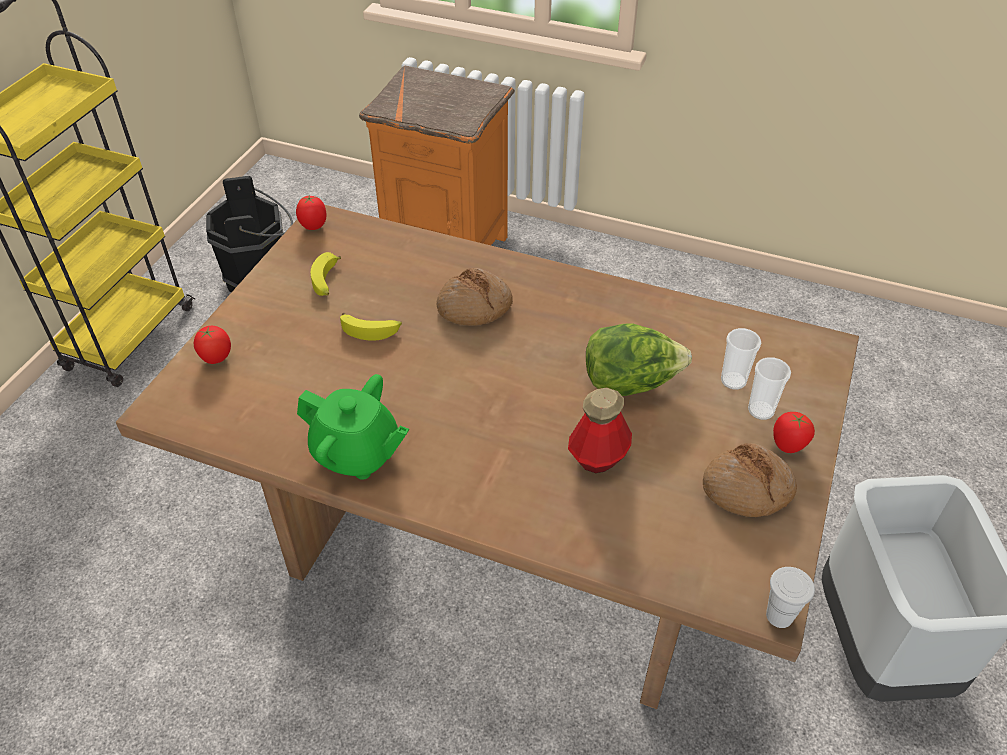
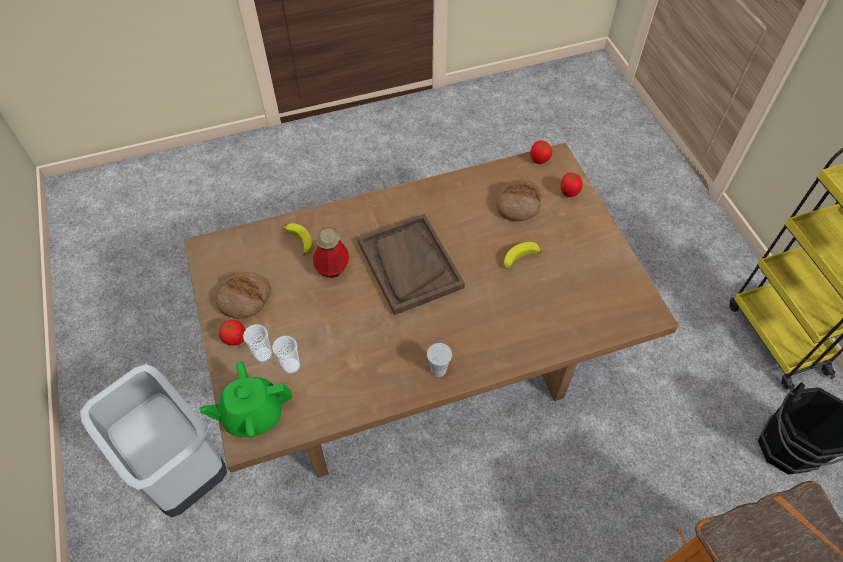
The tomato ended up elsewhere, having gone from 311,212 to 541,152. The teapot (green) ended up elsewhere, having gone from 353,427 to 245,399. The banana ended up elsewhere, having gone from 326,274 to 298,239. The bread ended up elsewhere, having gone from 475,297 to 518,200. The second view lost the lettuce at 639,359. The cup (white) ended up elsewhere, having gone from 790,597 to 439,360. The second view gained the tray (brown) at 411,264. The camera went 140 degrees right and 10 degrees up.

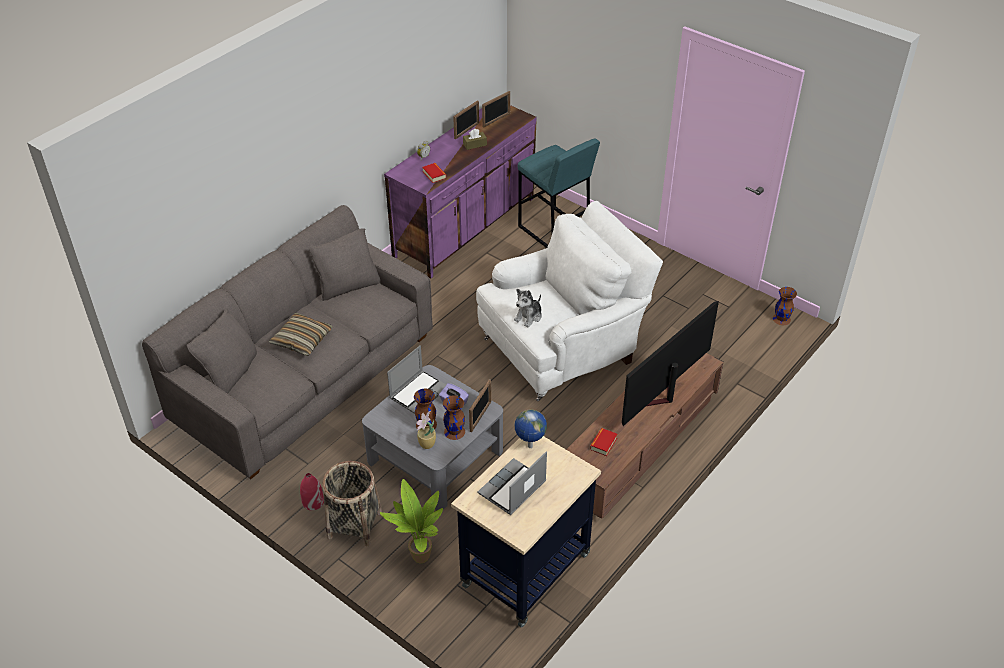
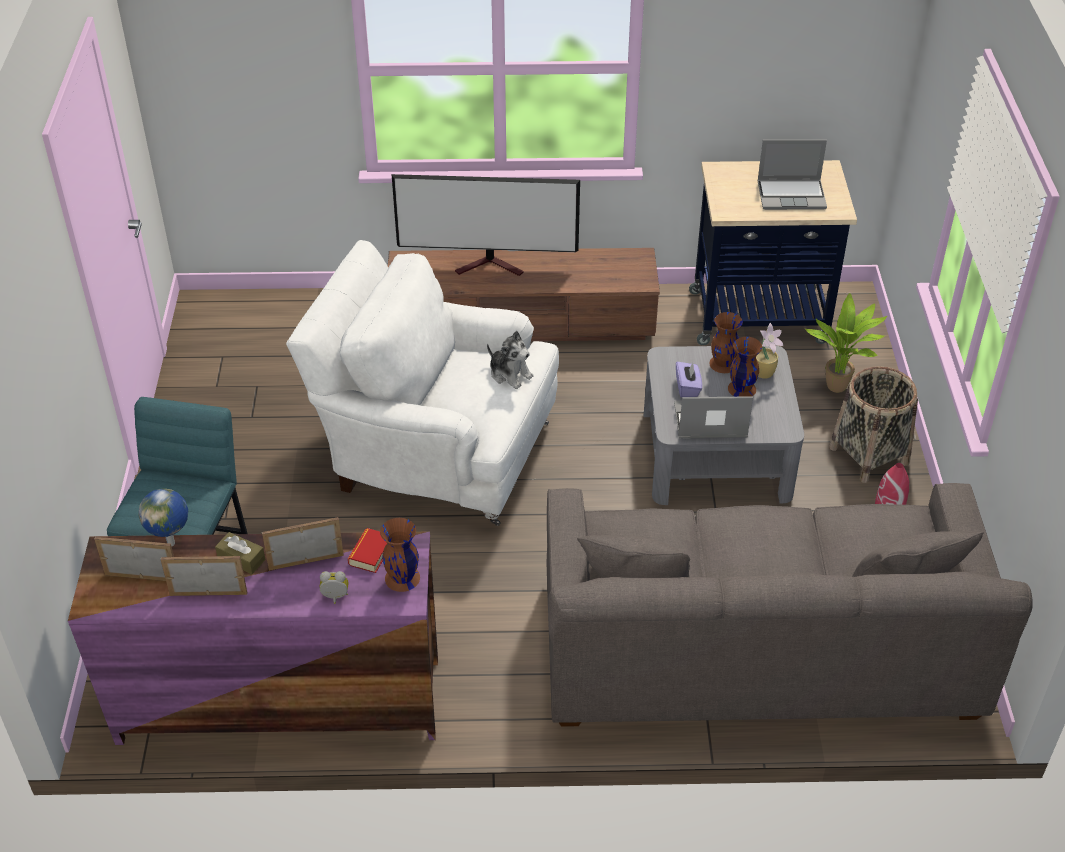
The second view lost the pillow at 301,334. The picture frame ended up elsewhere, having gone from 480,405 to 303,544. The plush toy at 528,308 ended up facing another way, 45 degrees clockwise from before. The globe ended up elsewhere, having gone from 531,429 to 163,517. The second view lost the book at 604,442. The vase (brown) ended up elsewhere, having gone from 785,306 to 400,555. The camera went 130 degrees left and 0 degrees up.

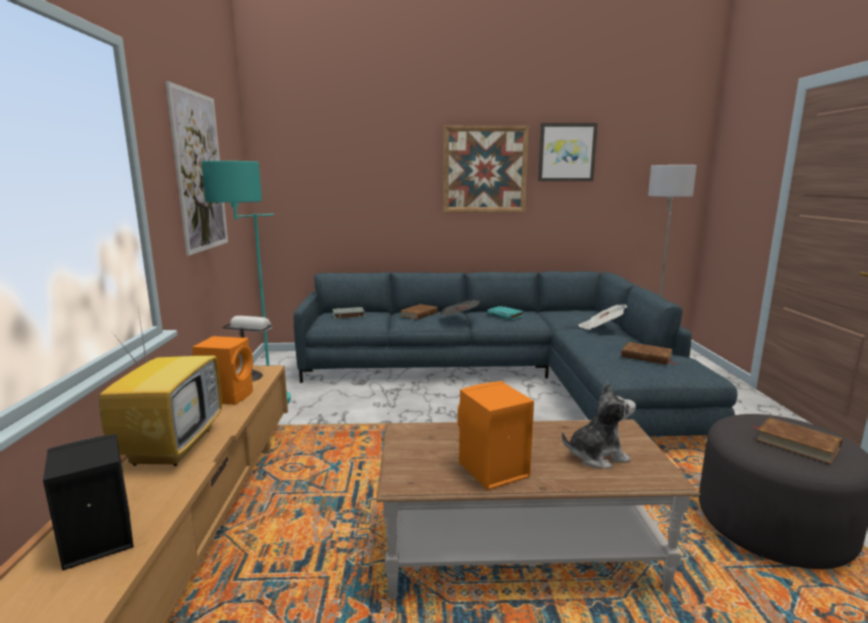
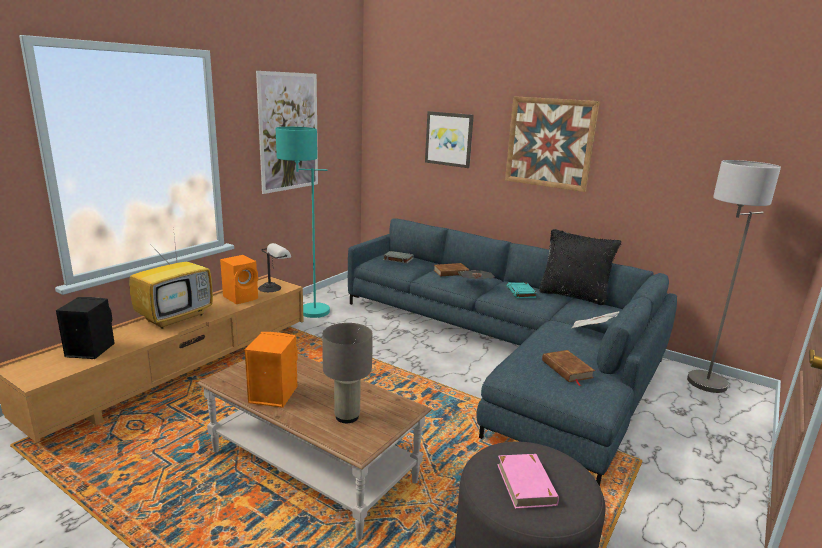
The picture ended up elsewhere, having gone from 568,152 to 449,139. Where the plush toy stood at 599,425, the table lamp (grey) came to stand at 347,373. What was the book (brown) at 798,440 turned into the book (pink) at 528,481. The second view gained the pillow (black) at 580,267. The camera went 35 degrees right and 5 degrees up.

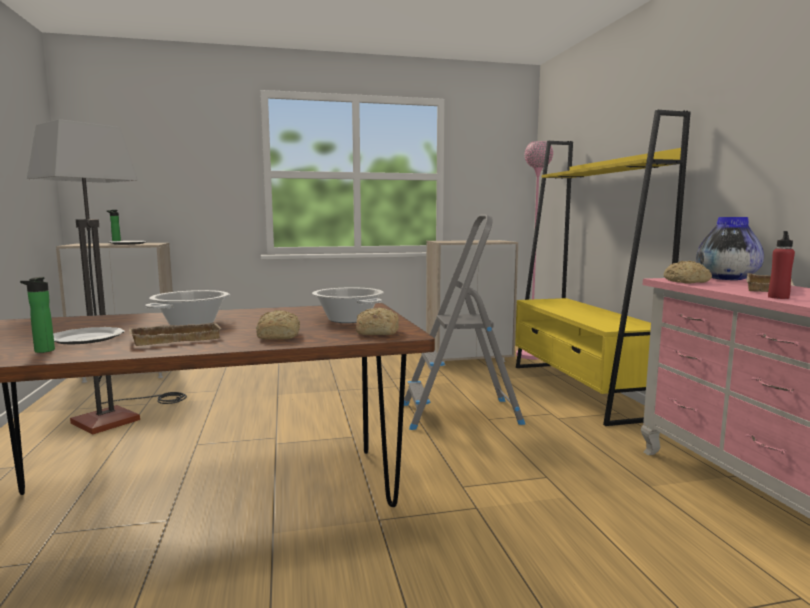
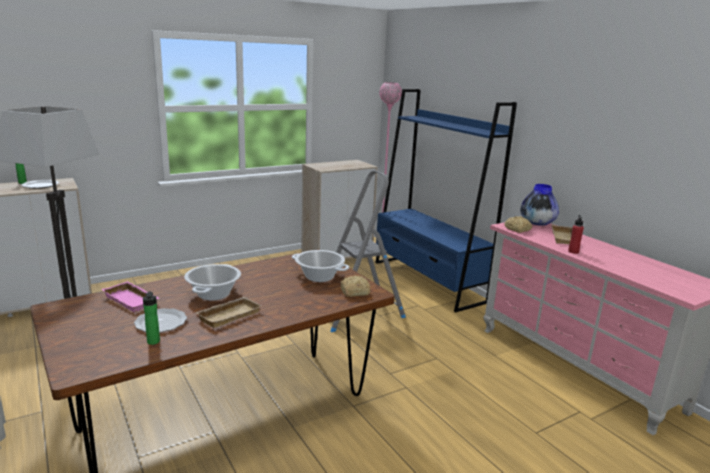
The second view lost the bread at 278,324. What was the bookcase (yellow) at 603,268 turned into the bookcase (blue) at 446,201. The second view gained the tray (pink) at 130,296. The camera went 20 degrees left and 10 degrees up.

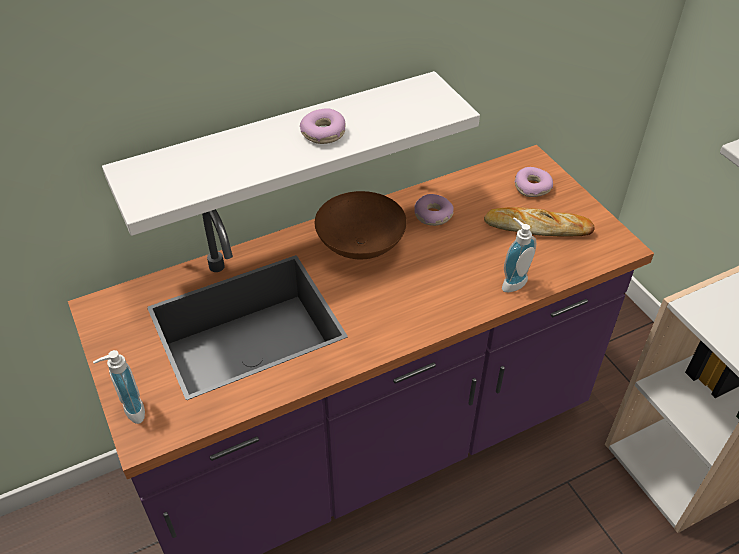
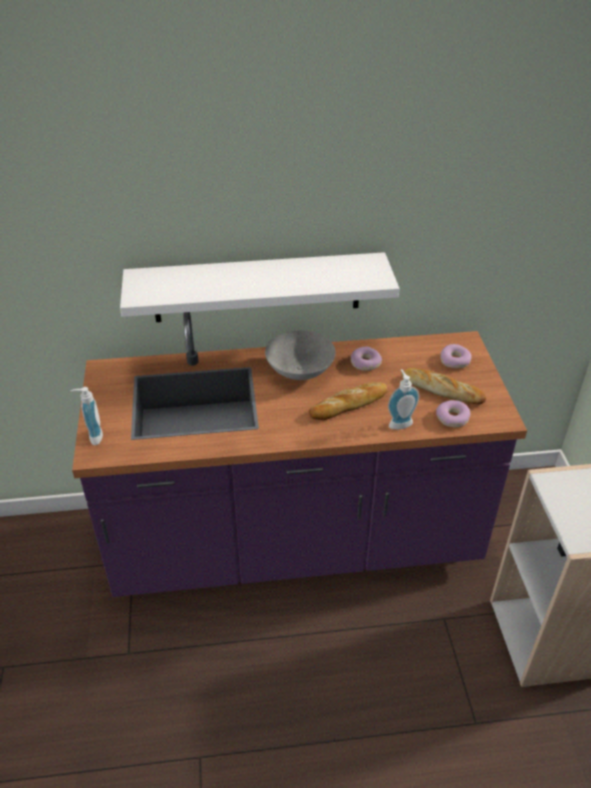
The donut ended up elsewhere, having gone from 323,126 to 453,413. What was the bowl (brown) at 361,225 turned into the bowl (grey) at 300,355. The second view gained the bread at 348,401. The camera went 20 degrees right and 5 degrees down.

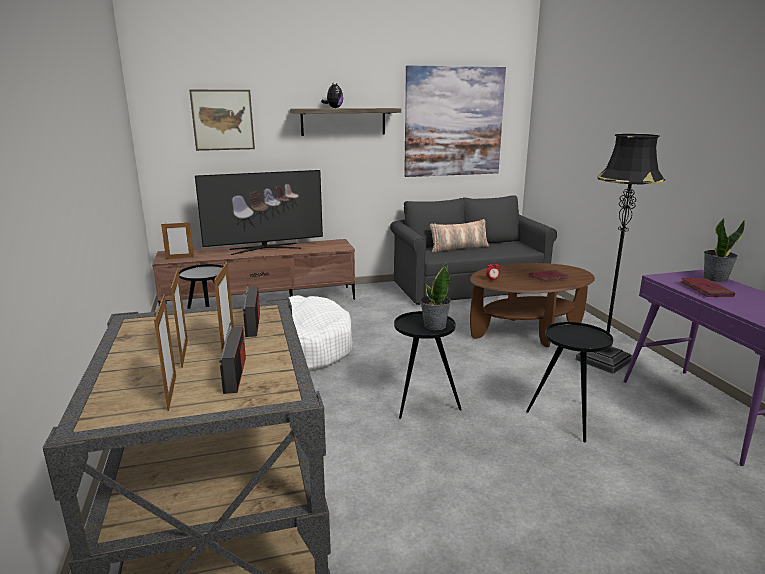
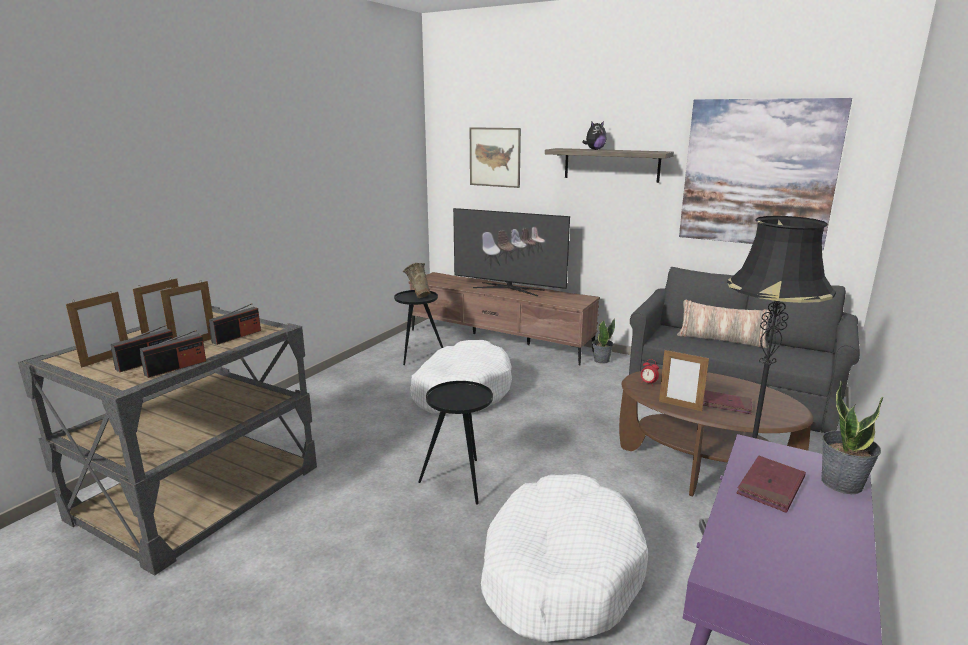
The picture frame ended up elsewhere, having gone from 177,240 to 684,380. The potted plant ended up elsewhere, having gone from 435,295 to 603,341. Where the side table (black) stood at 569,382, the dog bed (white) came to stand at 564,558. The second view gained the radio at 173,354. The second view gained the vase (beige) at 416,280. The camera went 45 degrees right and 0 degrees up.

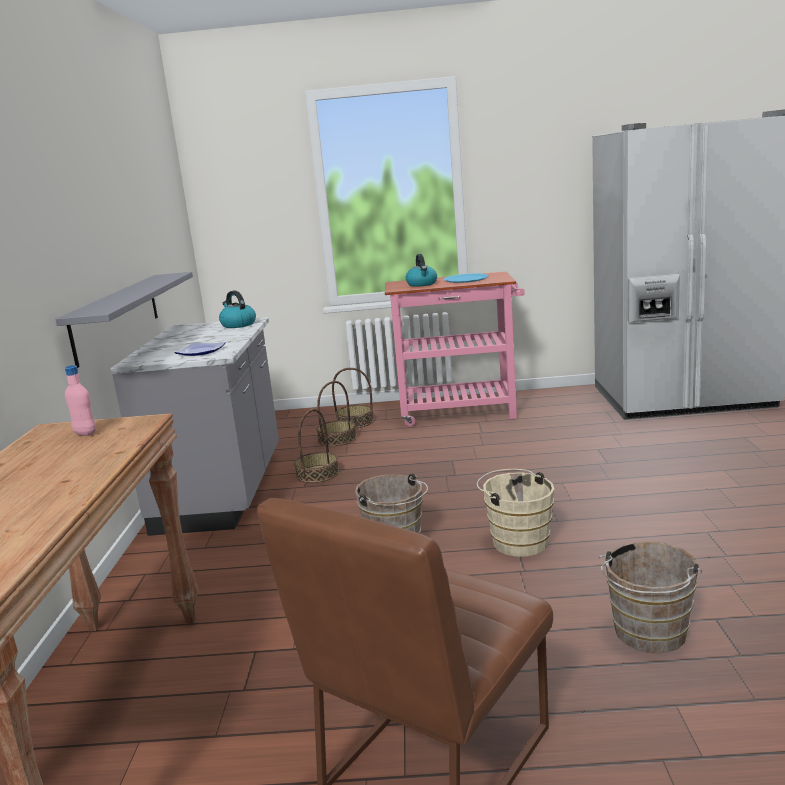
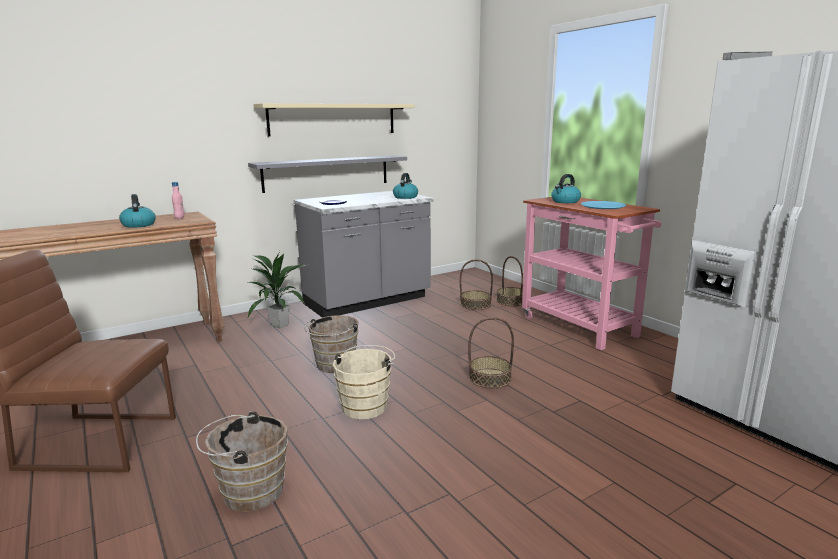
The basket ended up elsewhere, having gone from 316,446 to 491,352. The second view gained the kettle at 137,211. The second view gained the potted plant at 276,289. The second view gained the shelf (beige) at 334,119. The camera went 55 degrees right and 0 degrees up.

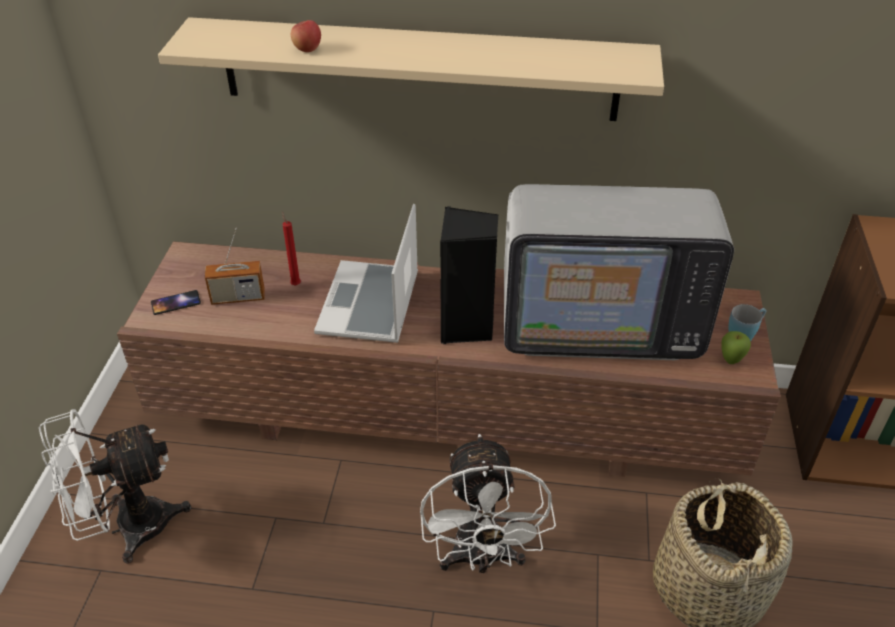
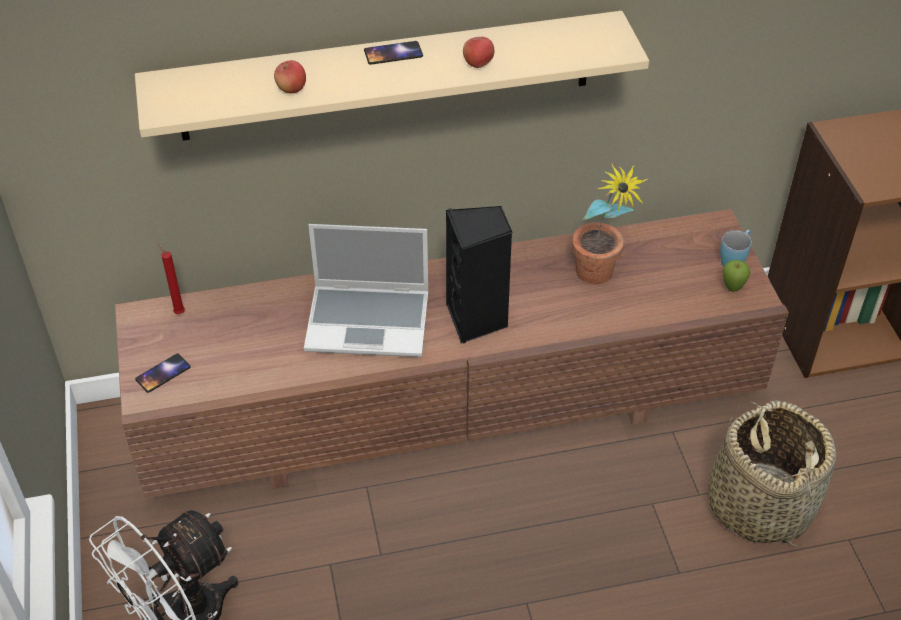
The second view lost the radio at 235,266. The candle (red) ended up elsewhere, having gone from 291,248 to 171,278. The laptop at 366,273 ended up facing another way, 75 degrees counterclockwise from before. The second view lost the fan (white) at 488,503. Where the television stood at 619,272, the potted plant came to stand at 609,223. The second view gained the phone at 393,53. The second view gained the apple at 478,52. The camera went 20 degrees left and 5 degrees up.

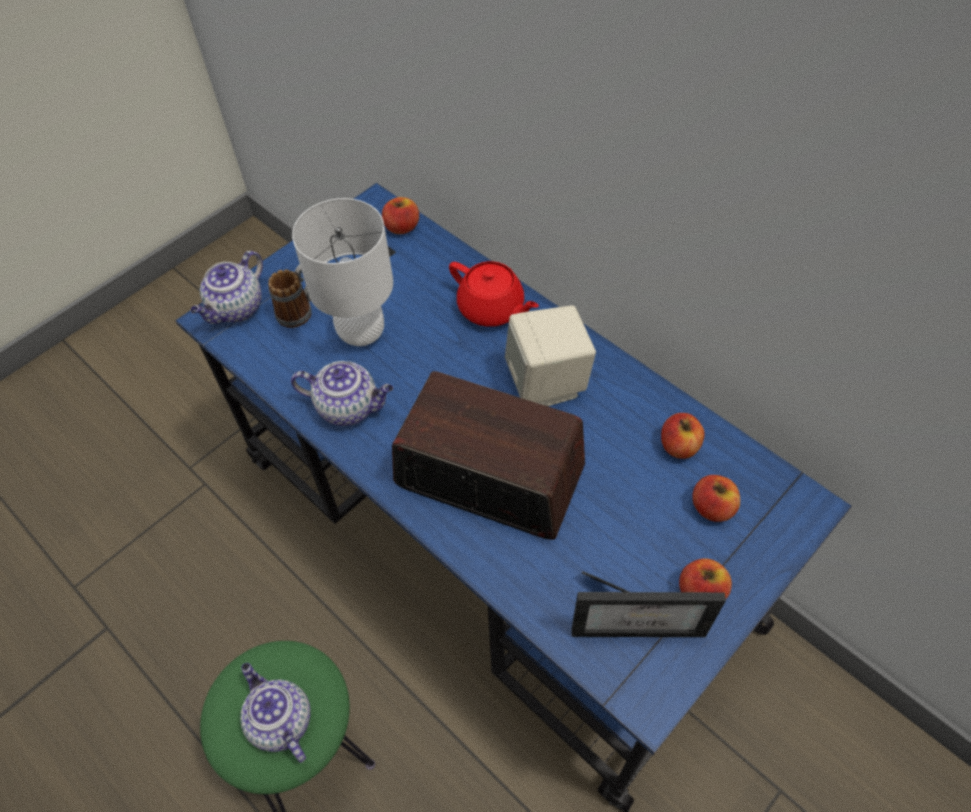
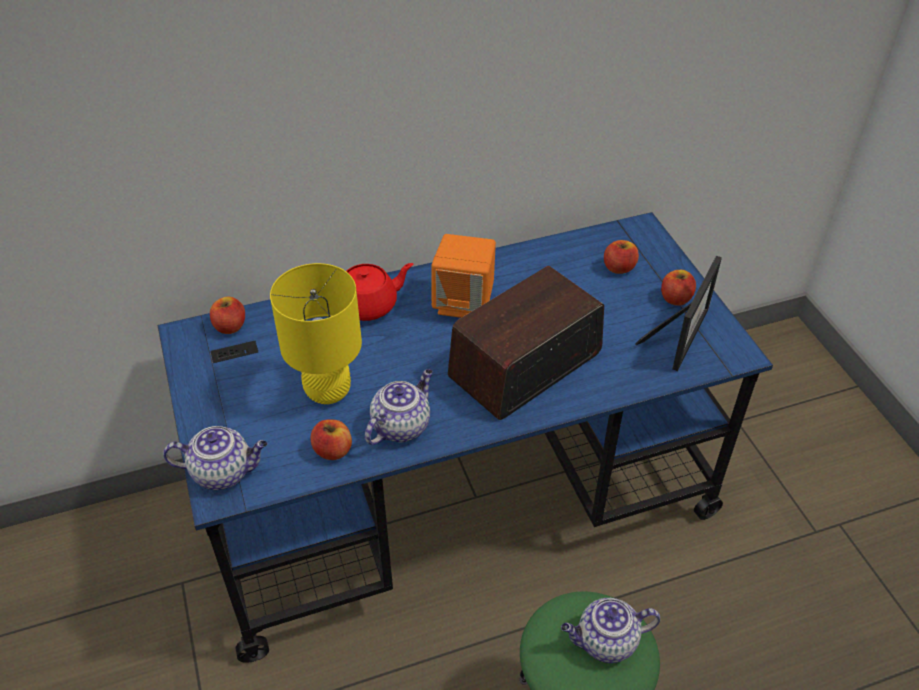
The teapot at 226,287 ended up facing another way, 60 degrees counterclockwise from before. The second view lost the mug at 290,296. What was the table lamp (white) at 342,272 turned into the table lamp (yellow) at 316,333. What was the speaker (beige) at 550,355 turned into the speaker (orange) at 463,276. The apple ended up elsewhere, having gone from 683,436 to 331,439. The camera went 65 degrees left and 10 degrees down.

